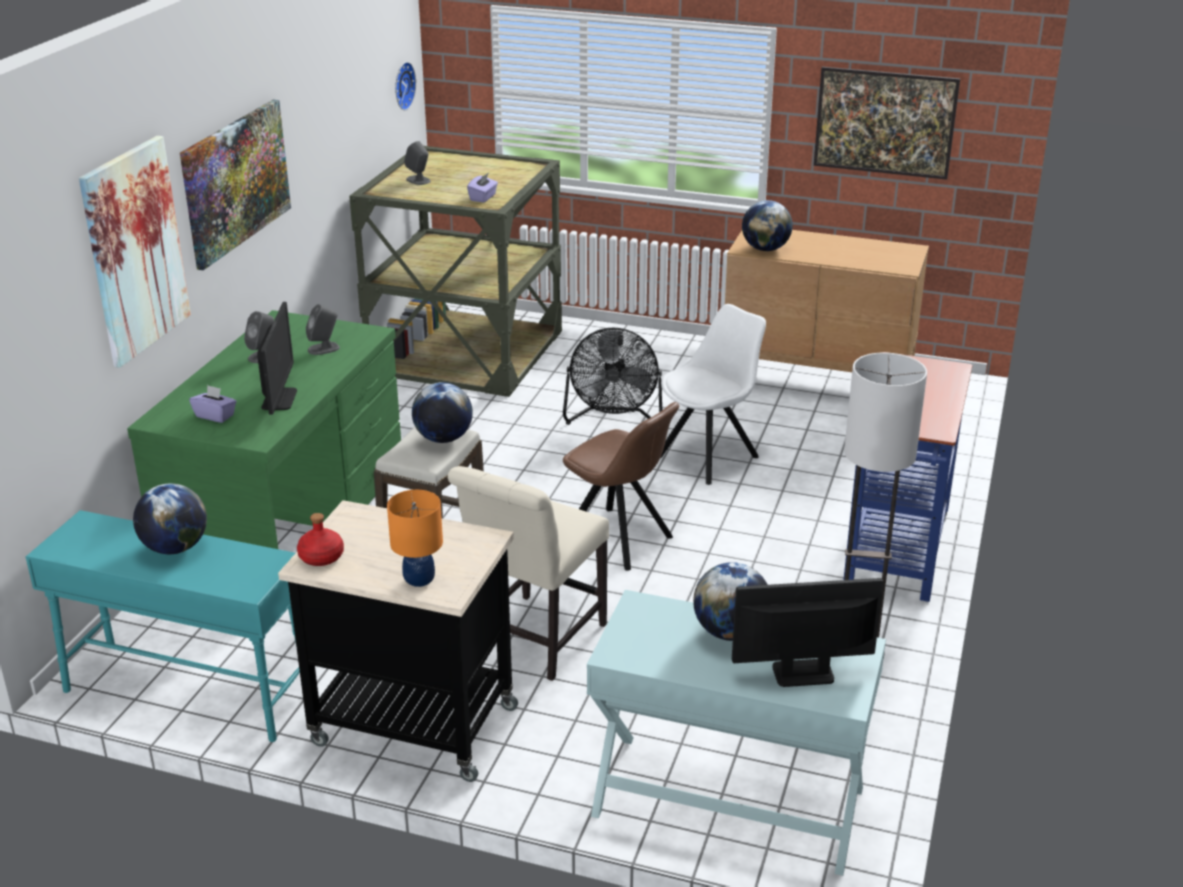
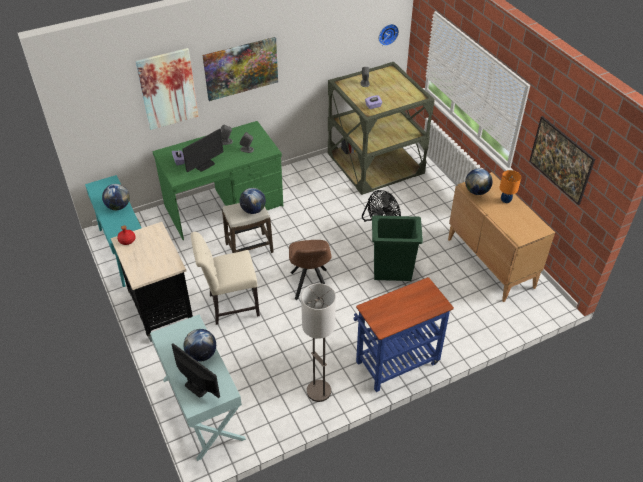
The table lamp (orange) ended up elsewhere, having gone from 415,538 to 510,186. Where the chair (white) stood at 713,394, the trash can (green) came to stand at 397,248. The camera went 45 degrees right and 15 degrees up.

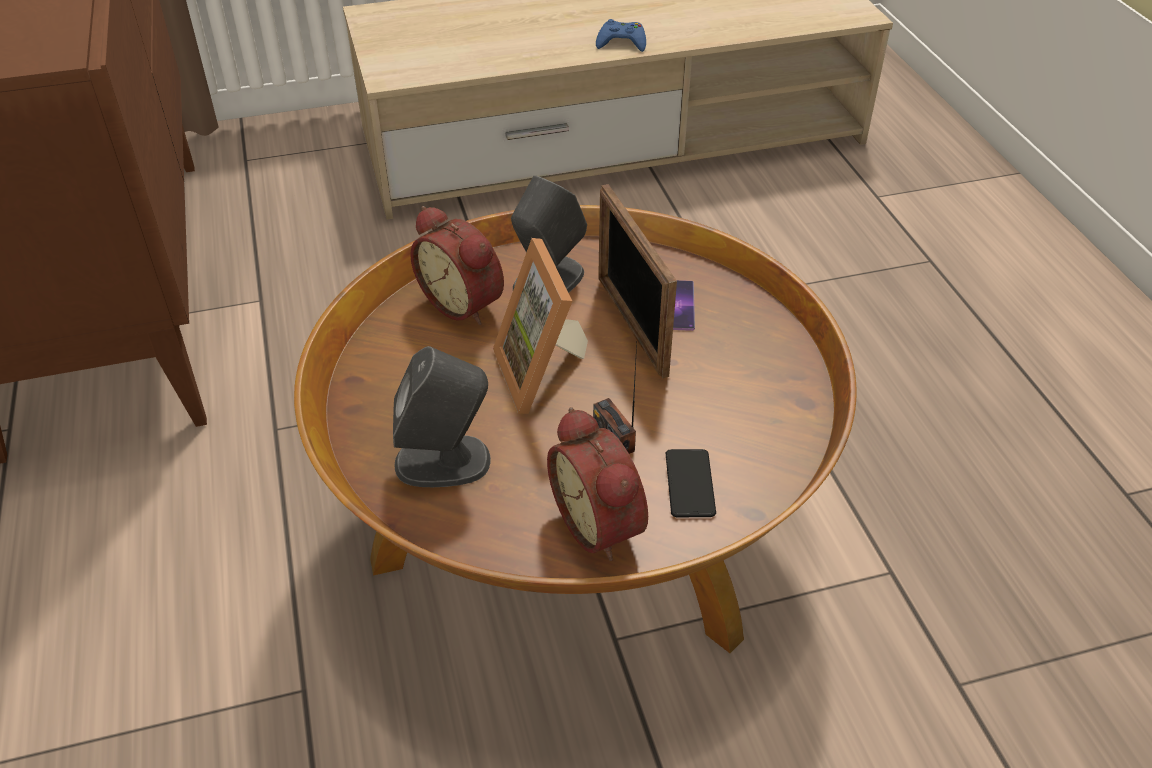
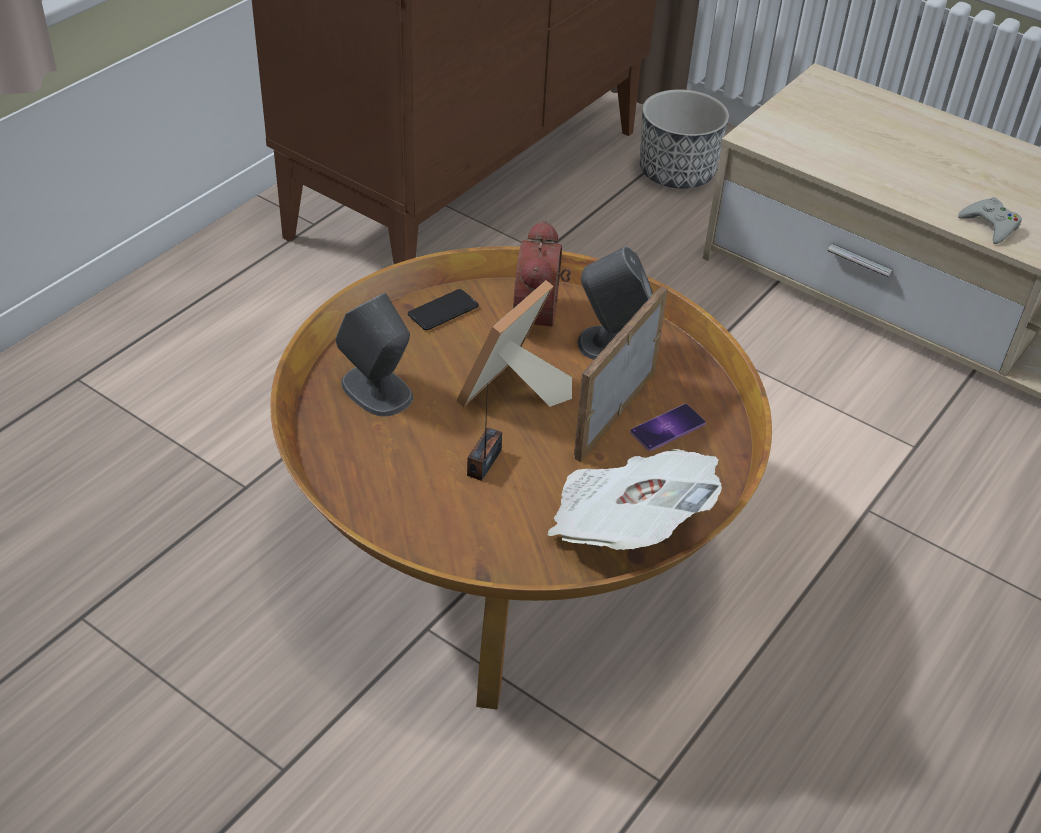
The second view lost the alarm clock at 597,484. What was the game controller (blue) at 621,35 turned into the game controller (grey) at 990,220. The phone ended up elsewhere, having gone from 691,483 to 443,309. The second view gained the newspaper at 635,499. The second view gained the planter at 684,139. The camera went 50 degrees right and 0 degrees up.

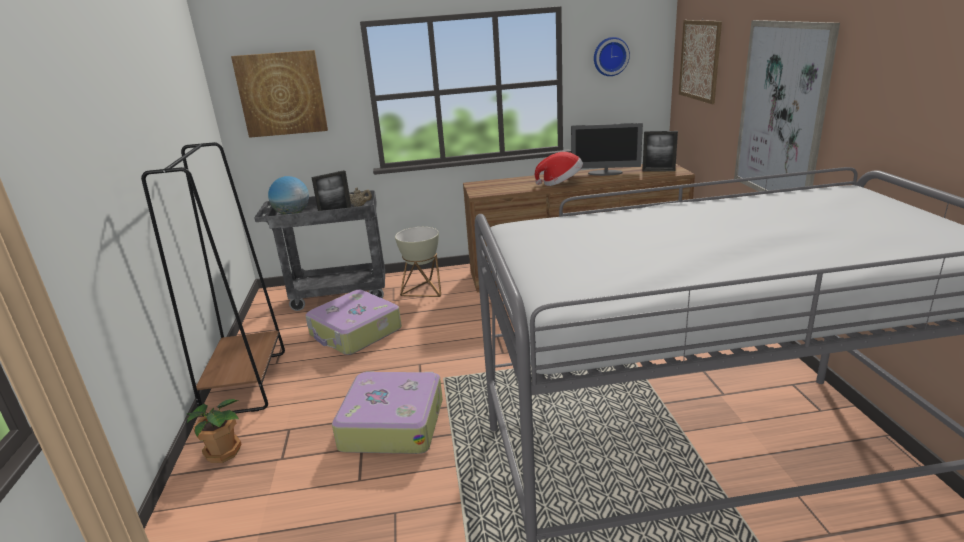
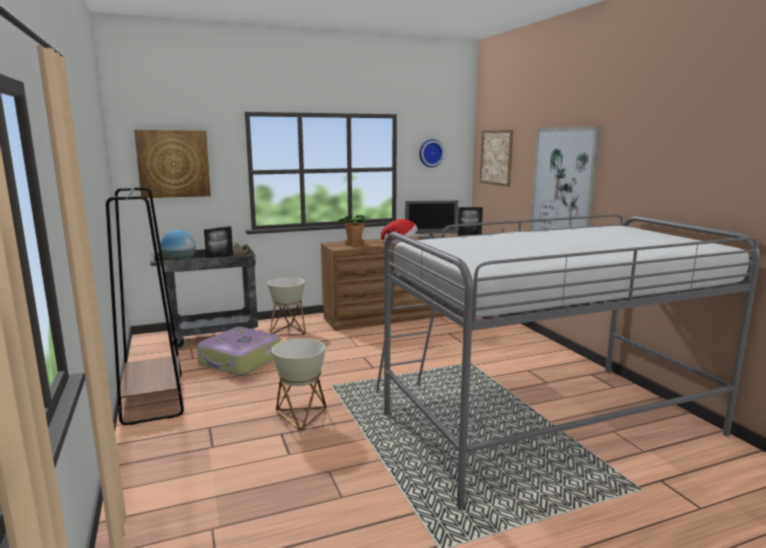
The potted plant ended up elsewhere, having gone from 214,431 to 351,230. Where the suitcase stood at 387,413, the planter came to stand at 299,384. The camera went 15 degrees left and 10 degrees down.

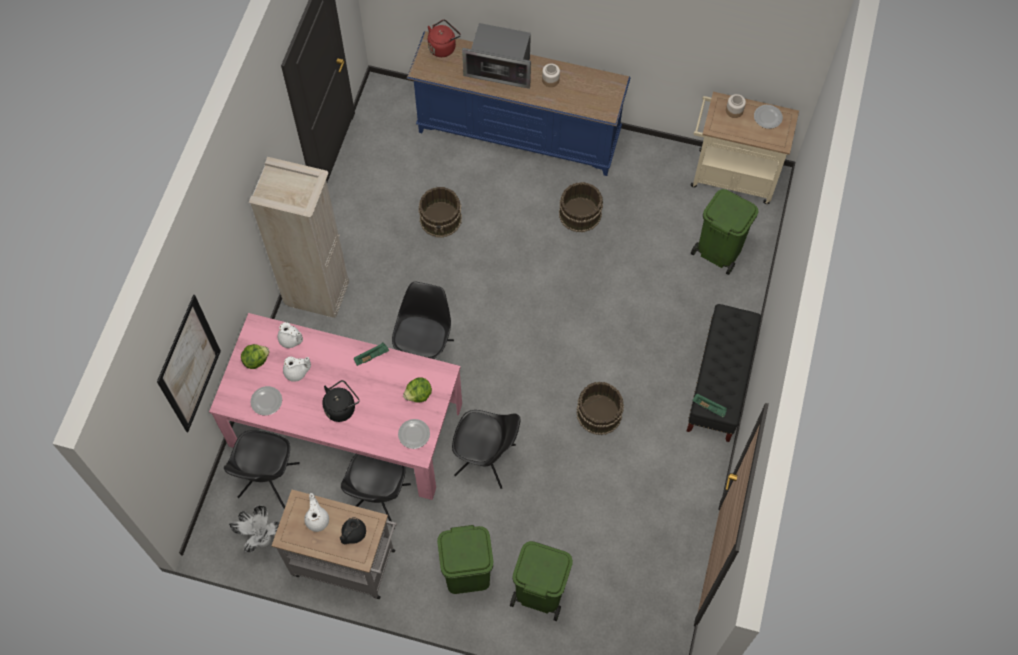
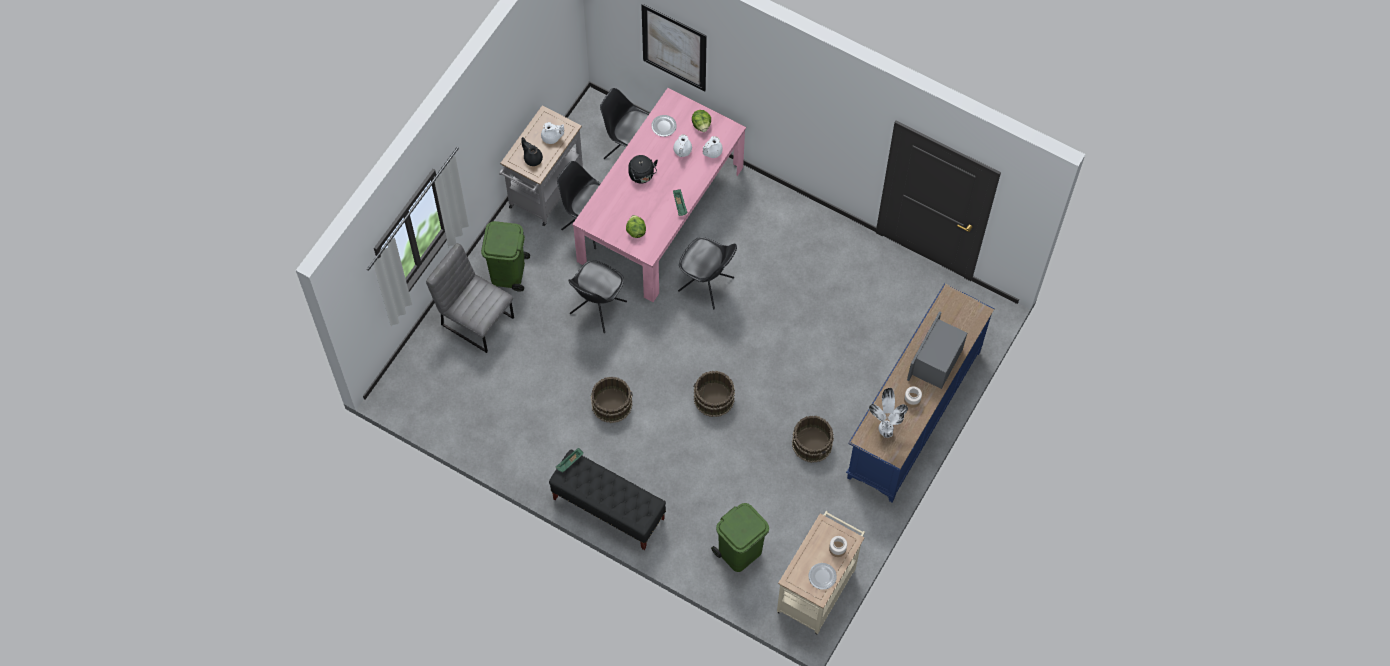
The potted plant ended up elsewhere, having gone from 254,529 to 888,413. The second view lost the cabinet (beige) at 299,237. The second view lost the plate at 414,434. The bucket (brown) ended up elsewhere, having gone from 440,212 to 714,394. The second view lost the kettle (red) at 444,38. Where the trash can (green) stood at 541,581, the chair (grey) came to stand at 470,298. The camera went 105 degrees right and 0 degrees up.

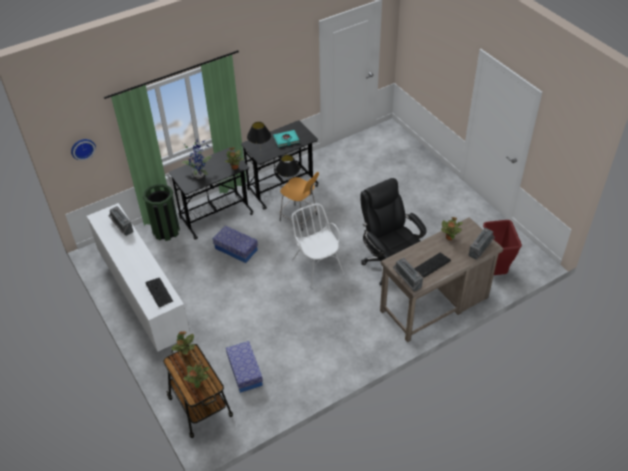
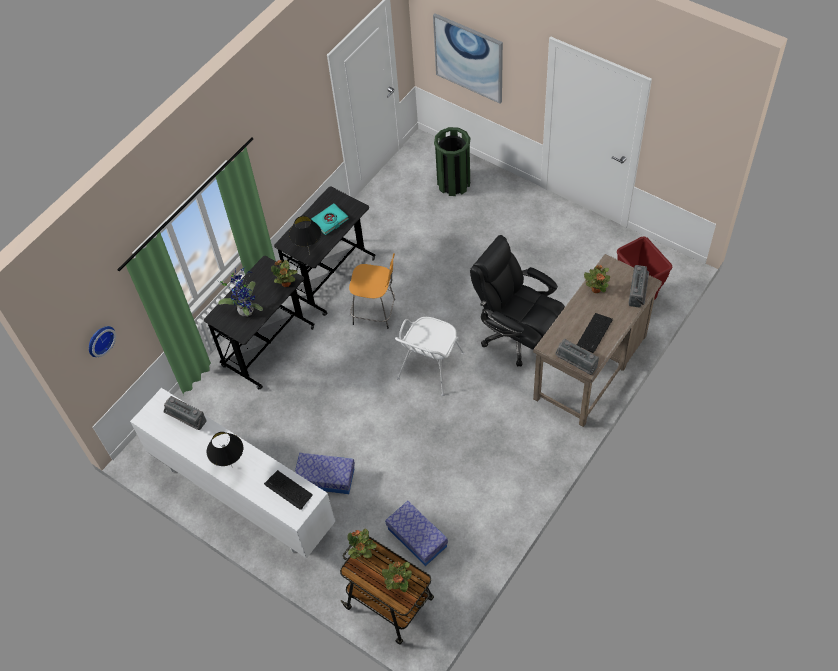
The trash can (green) ended up elsewhere, having gone from 161,212 to 452,161. The storage box ended up elsewhere, having gone from 235,244 to 325,473. The table lamp (black) ended up elsewhere, having gone from 288,167 to 225,449. The chair (white) at 318,245 ended up facing another way, 105 degrees counterclockwise from before. The second view gained the picture at 468,58. The camera went 20 degrees left and 10 degrees up.

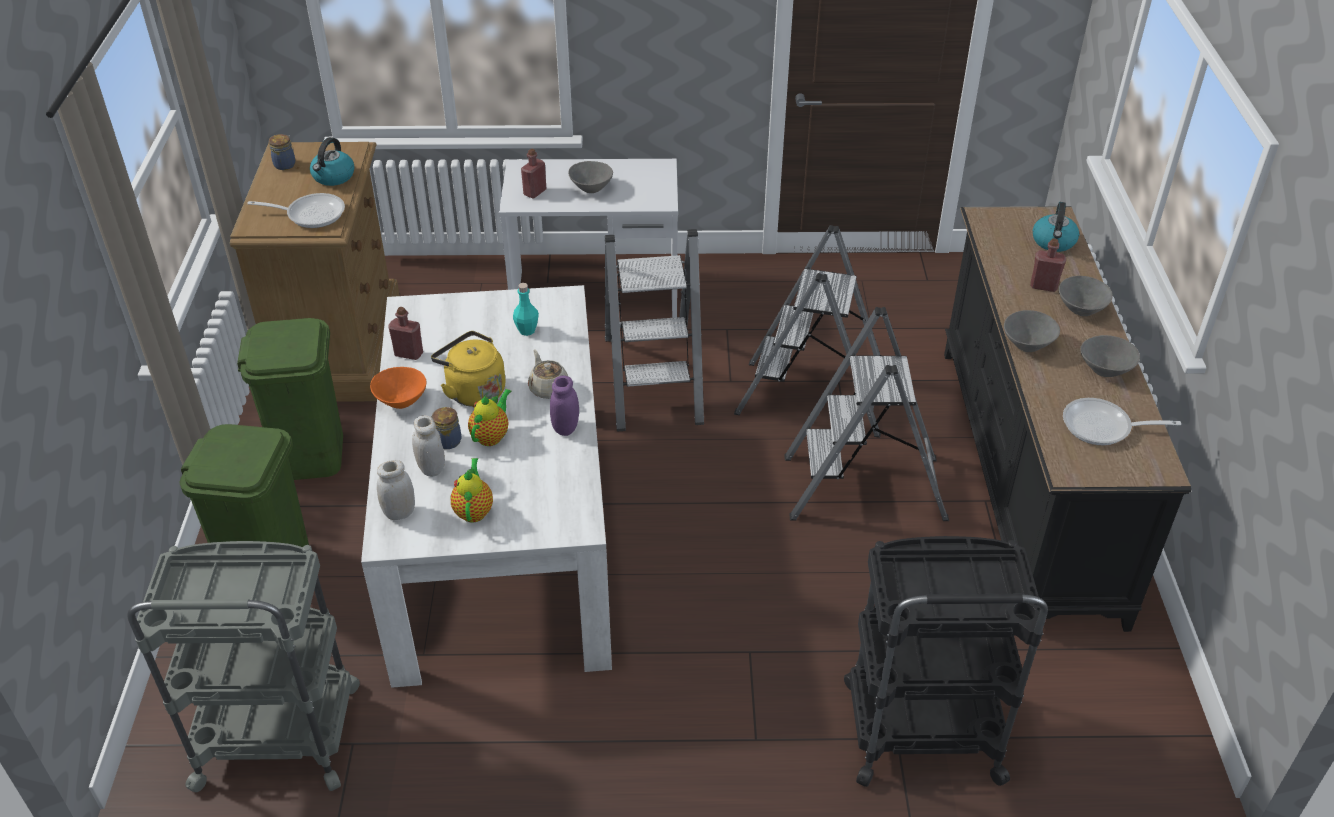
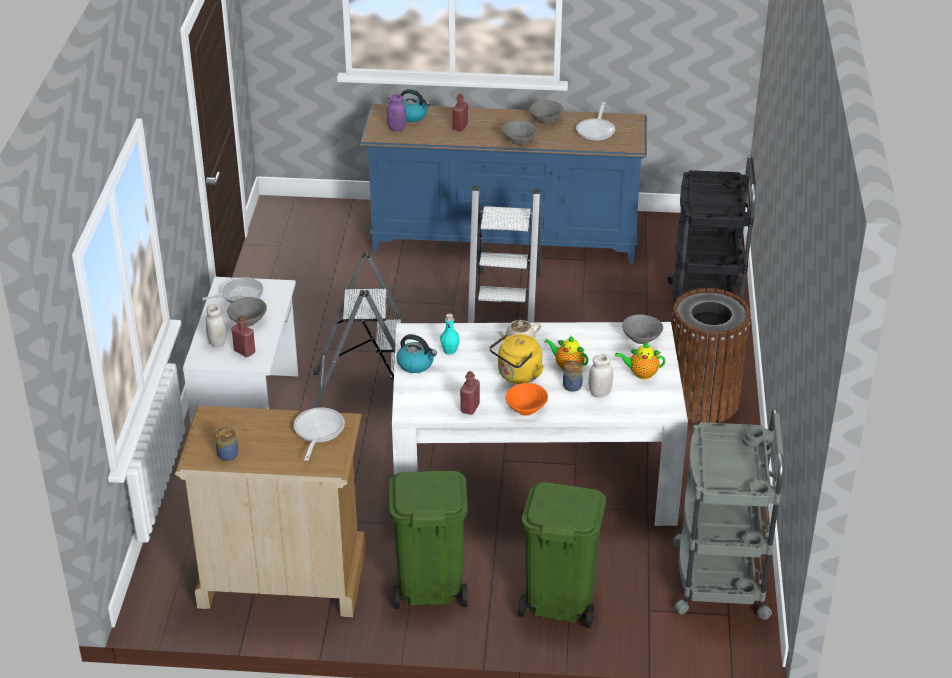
The kettle ended up elsewhere, having gone from 332,161 to 416,353. The jar (white) ended up elsewhere, having gone from 396,490 to 216,325. The jar (purple) ended up elsewhere, having gone from 564,406 to 396,113. The second view lost the step ladder (grey) at 807,331. What was the cabinet (black) at 1067,419 turned into the cabinet (blue) at 503,183. The bowl (grey) ended up elsewhere, having gone from 1086,296 to 642,329. The second view gained the frying pan at 233,290. The second view gained the trash can (brown) at 711,355. The camera went 85 degrees left and 5 degrees down.

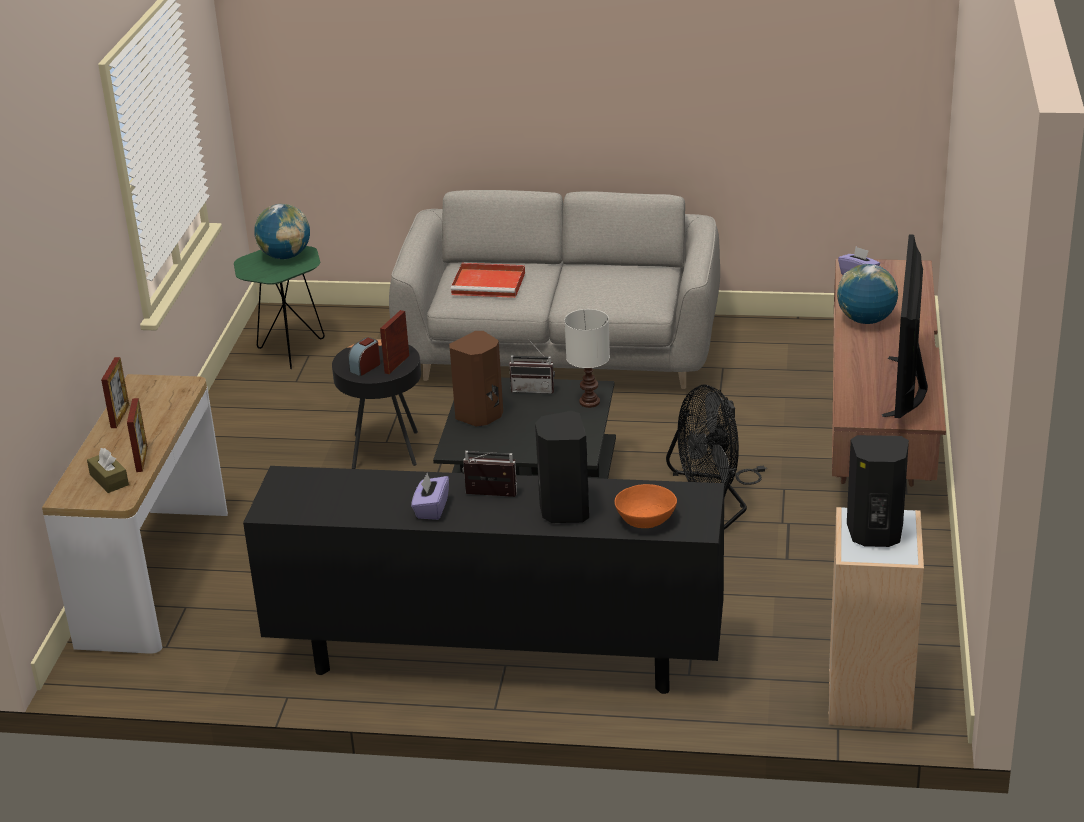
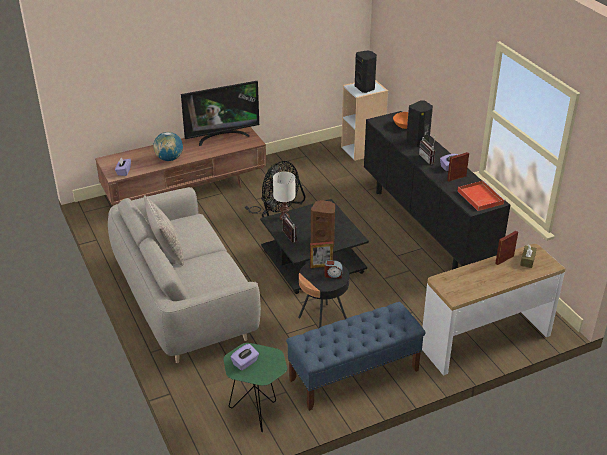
The picture frame ended up elsewhere, having gone from 115,392 to 458,167. Where the globe stood at 282,231, the tissue box (purple) came to stand at 244,357. The tray (red) ended up elsewhere, having gone from 488,280 to 481,195. The second view gained the pillow (grey) at 164,230. The second view gained the bench (blue) at 356,356. The camera went 125 degrees left and 5 degrees up.

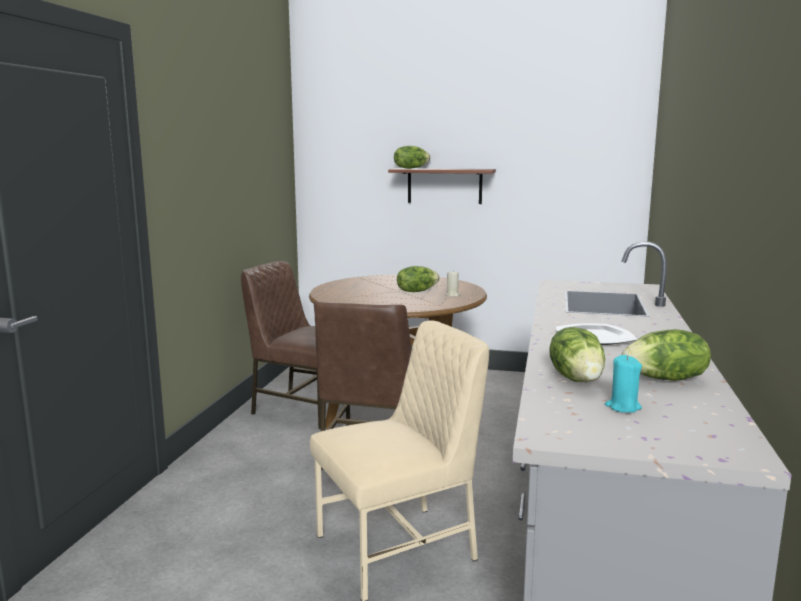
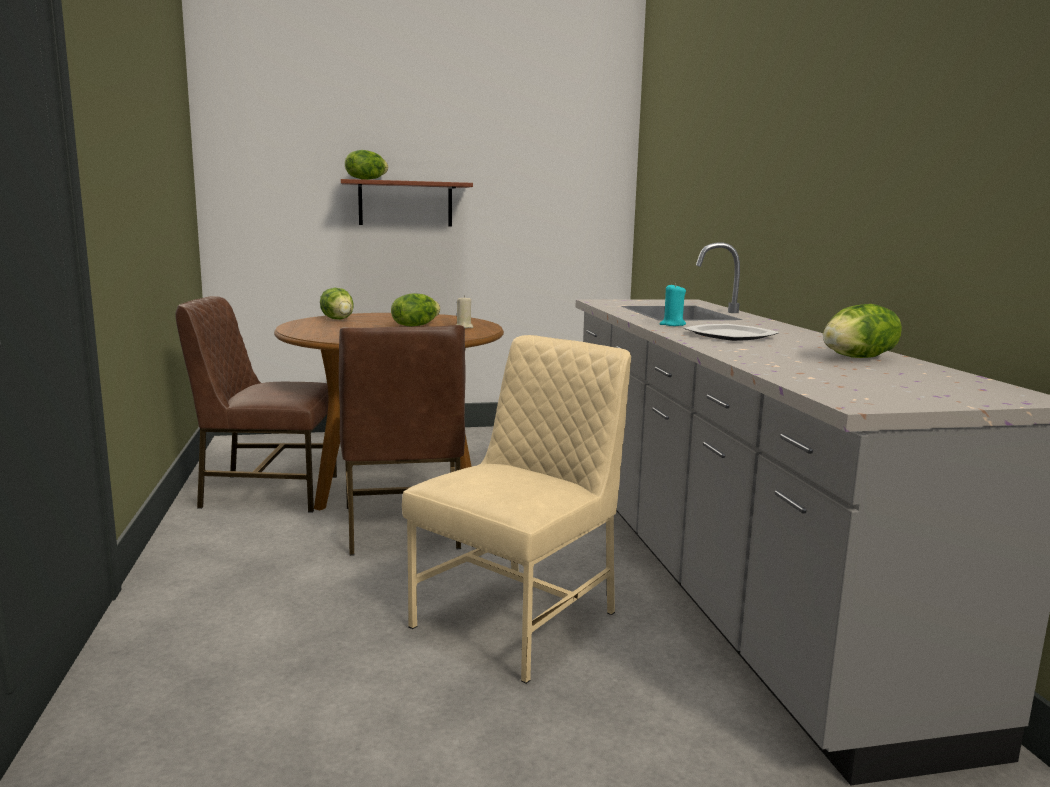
The lettuce ended up elsewhere, having gone from 577,354 to 337,303. The candle (turquoise) ended up elsewhere, having gone from 623,384 to 672,304. The camera went 25 degrees left and 0 degrees up.

